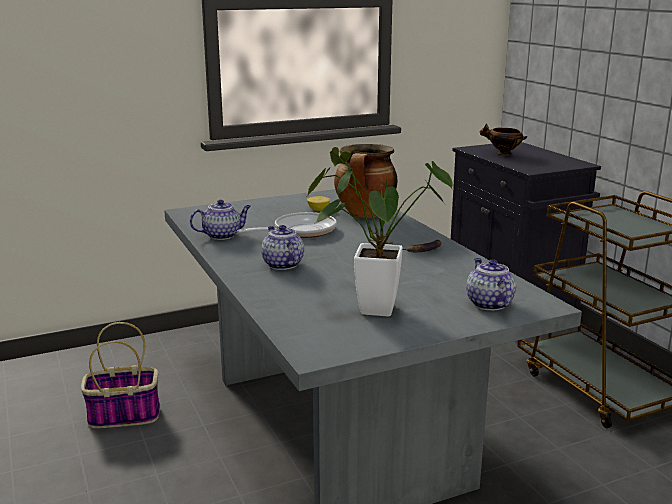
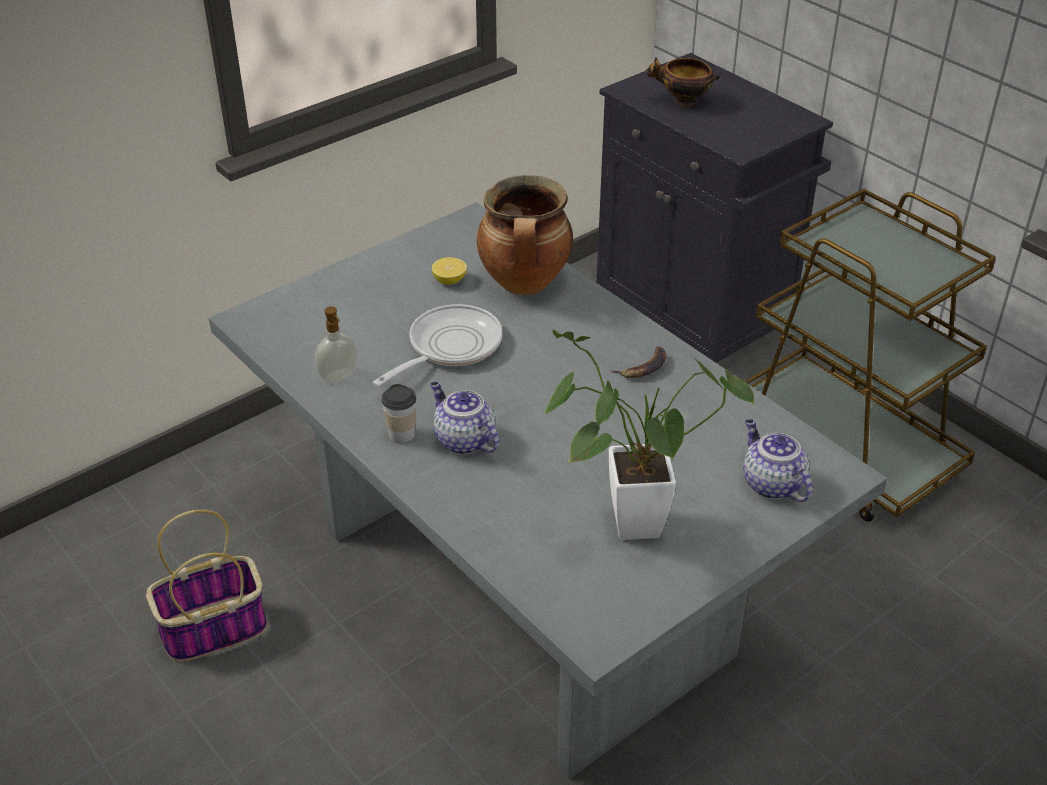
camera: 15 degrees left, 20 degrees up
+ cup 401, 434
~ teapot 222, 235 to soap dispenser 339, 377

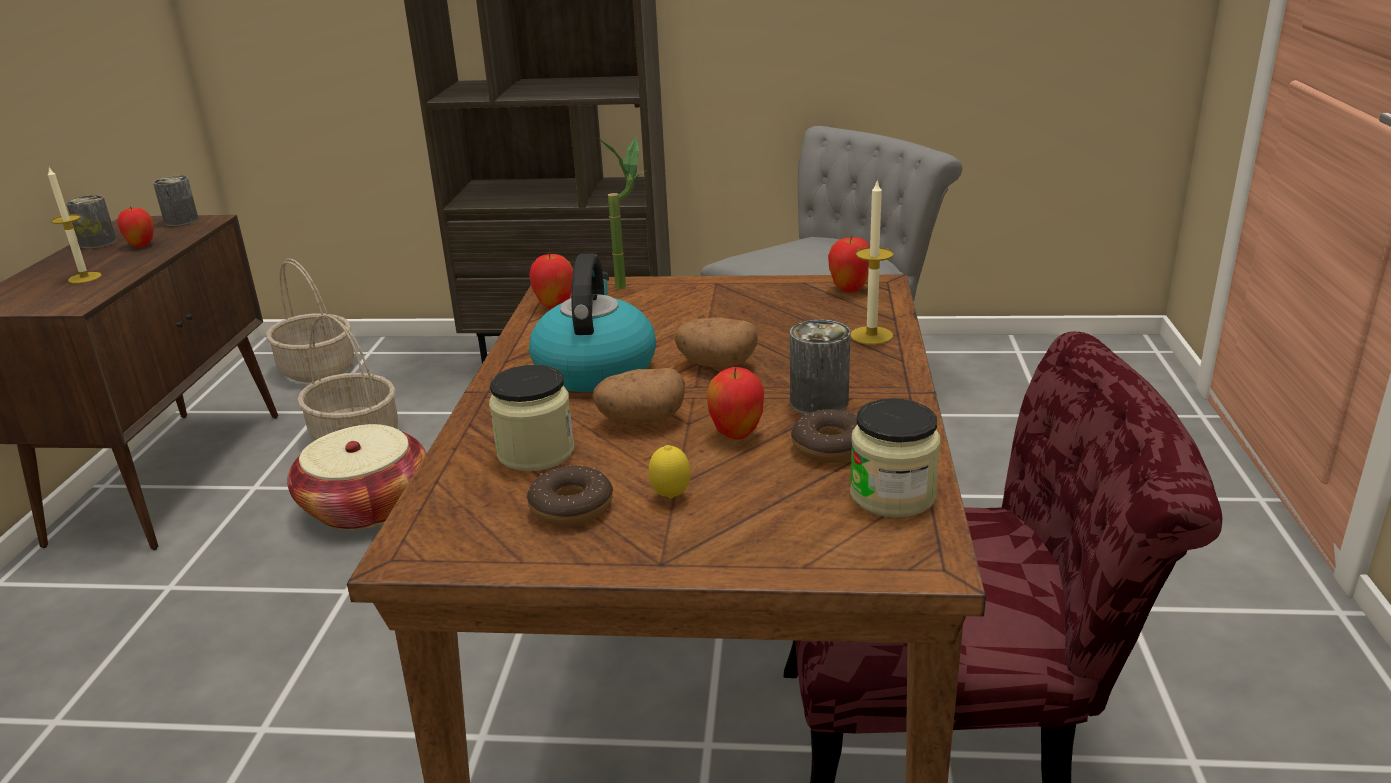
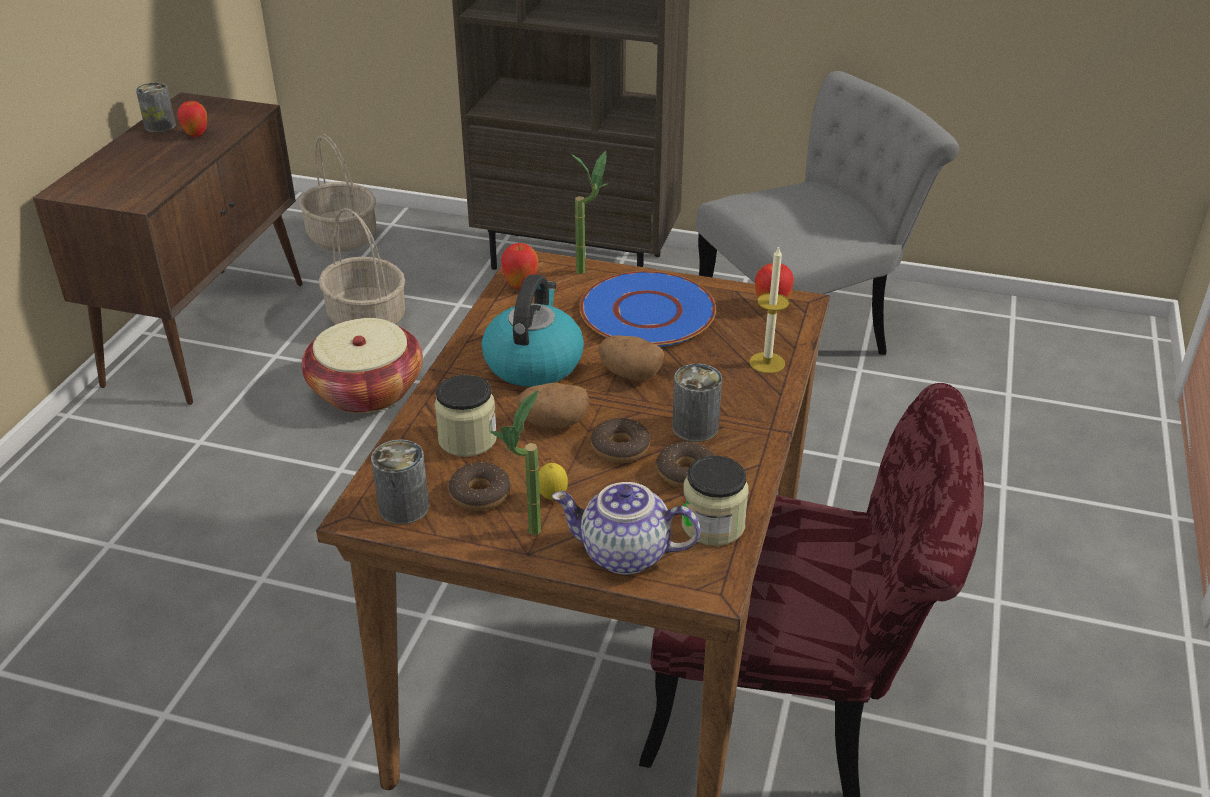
camera: 10 degrees right, 10 degrees up
- candle 85, 278
+ potted plant 525, 538
+ teapot 624, 555
+ plate (blue) 647, 311
~ can 181, 221 to 404, 507
~ apple 736, 434 to donut 620, 448

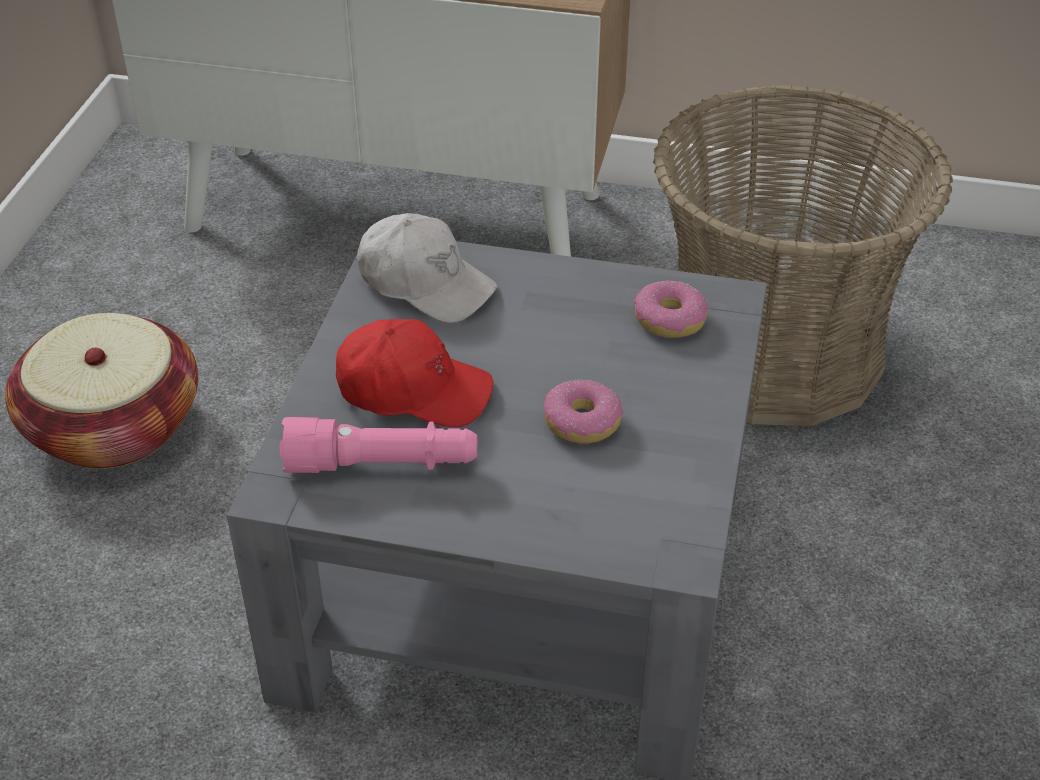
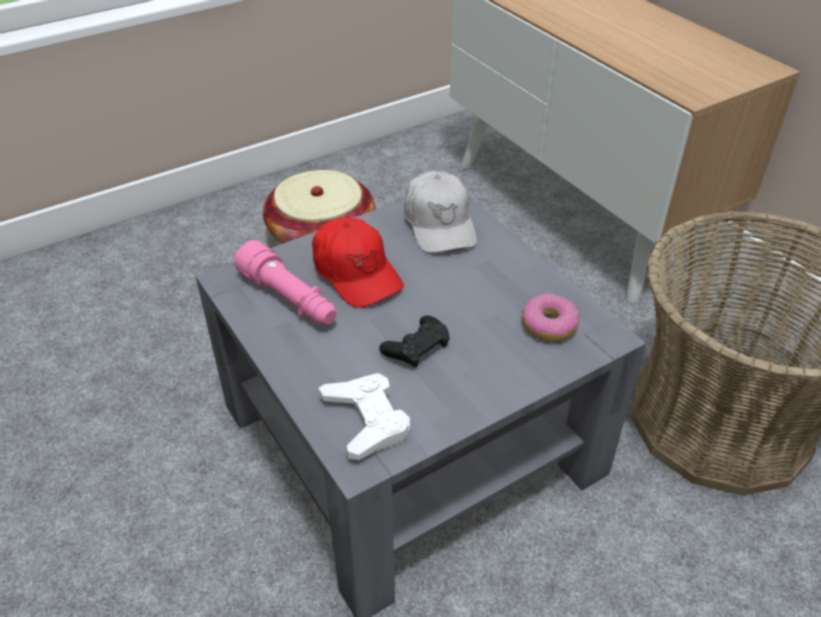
camera: 45 degrees right, 0 degrees up
+ game controller (white) 366, 420
~ donut 582, 422 to game controller (black) 416, 347

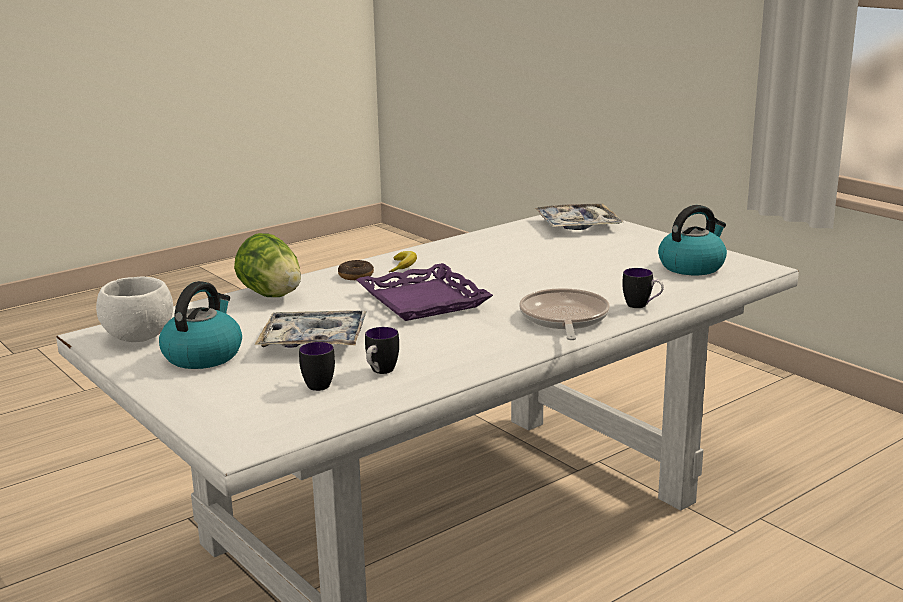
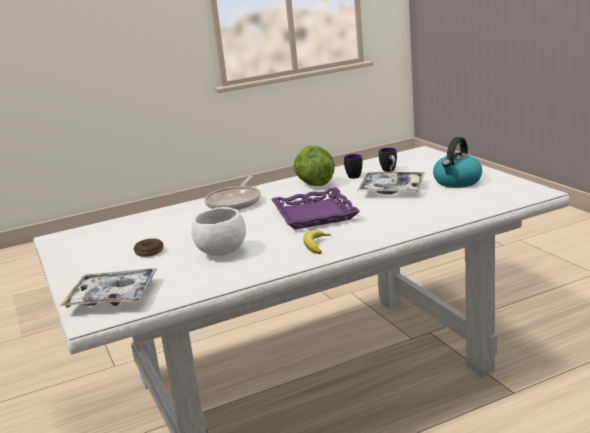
camera: 165 degrees left, 0 degrees up
- mug 642, 306
- kettle 692, 266
~ bowl (white) 139, 337 to 221, 252
~ lettuce 271, 295 to 314, 184
~ donut 356, 276 to 149, 252

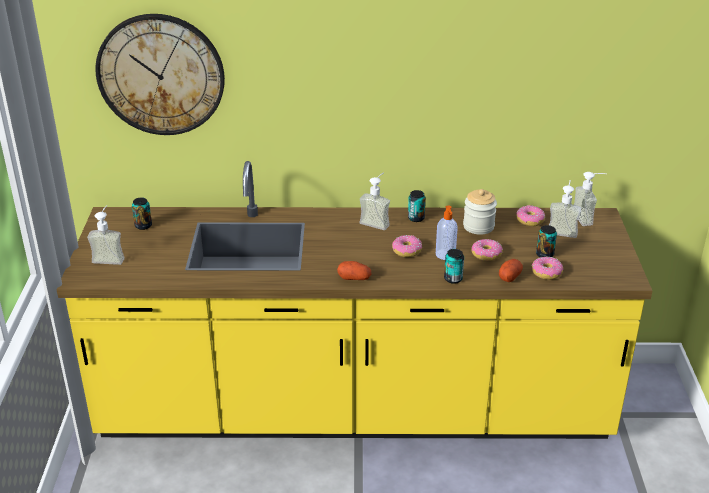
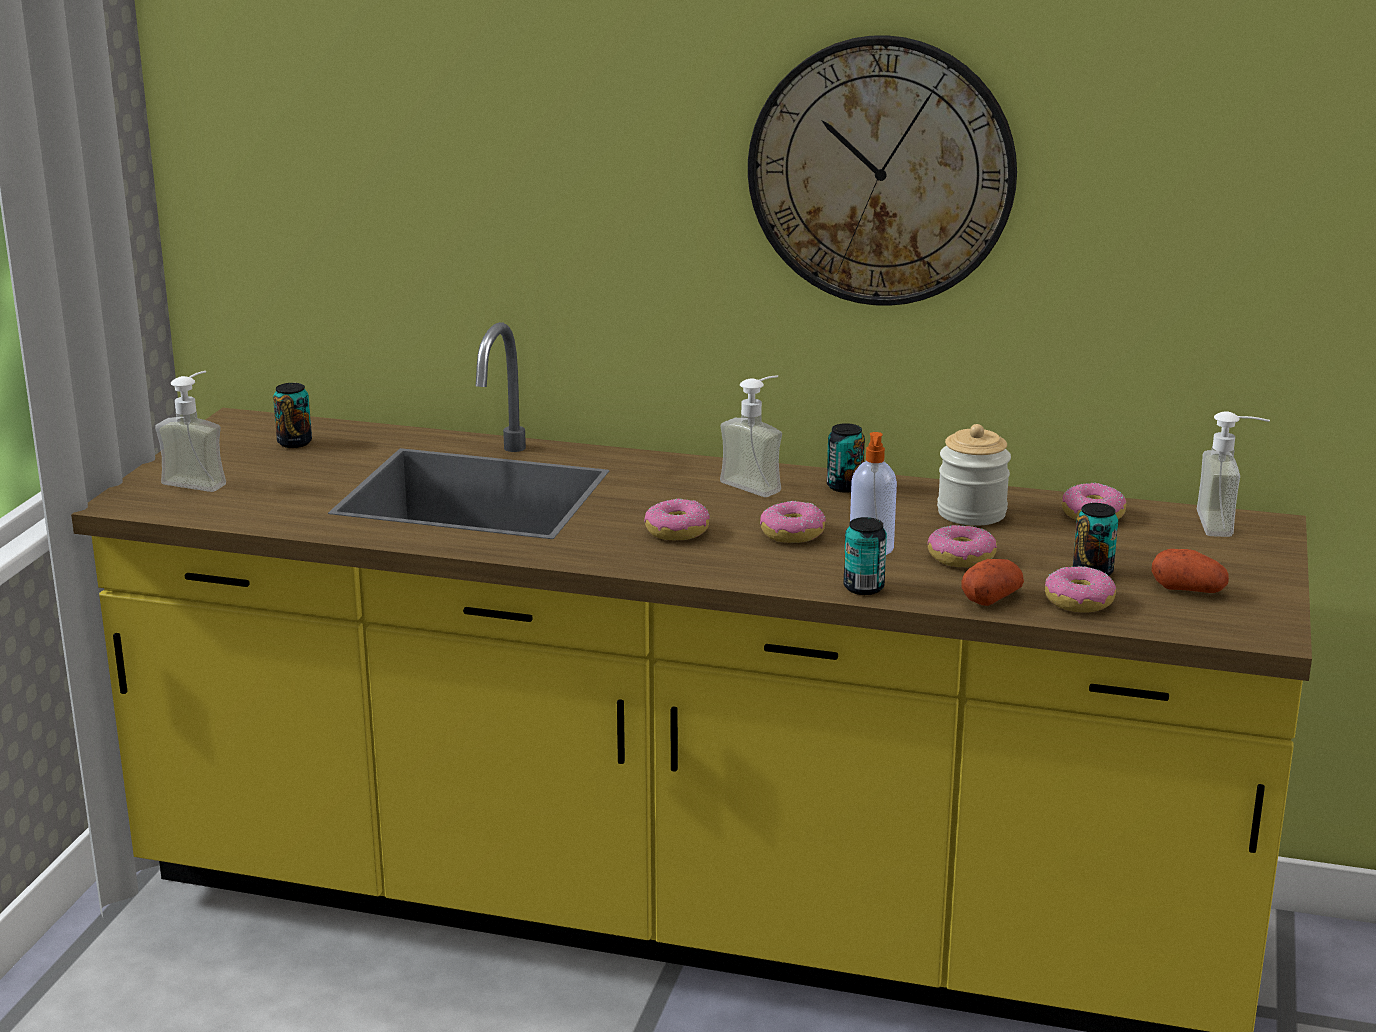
camera: 15 degrees right, 10 degrees down
- soap dispenser 562, 230
+ donut 677, 531
~ wall clock 161, 75 to 881, 171
~ potato 354, 278 to 1188, 590

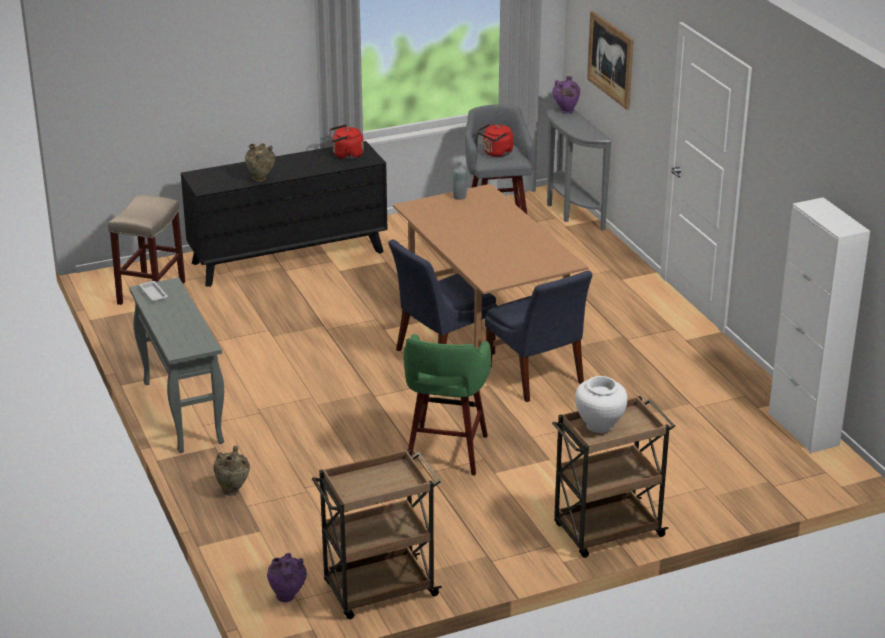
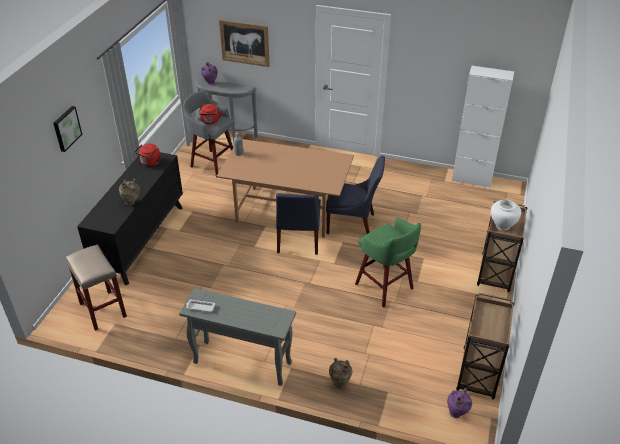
camera: 50 degrees left, 10 degrees up
+ picture 66, 128

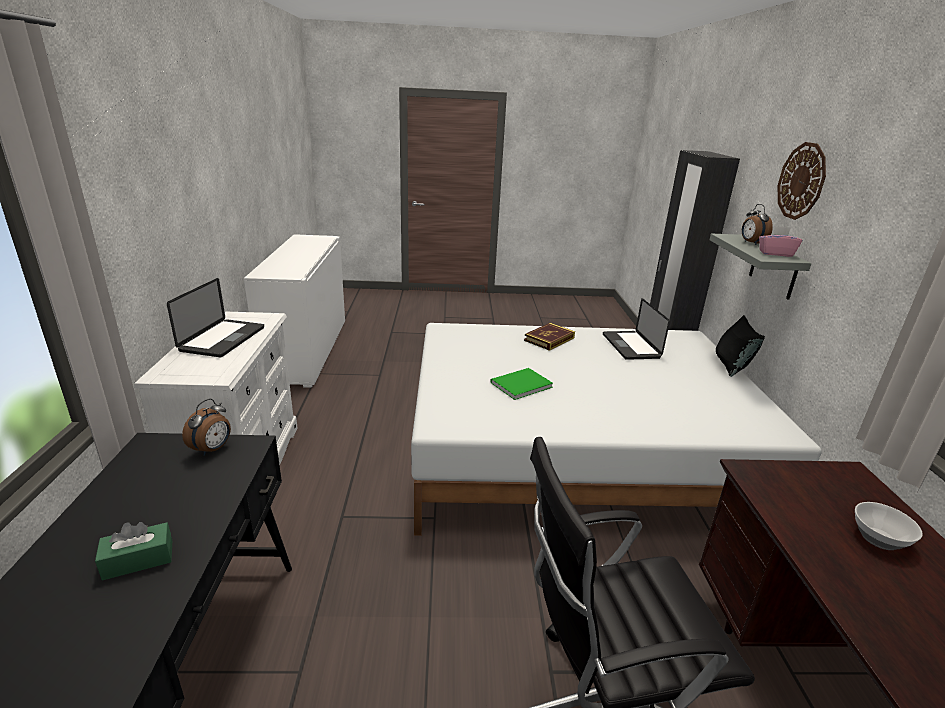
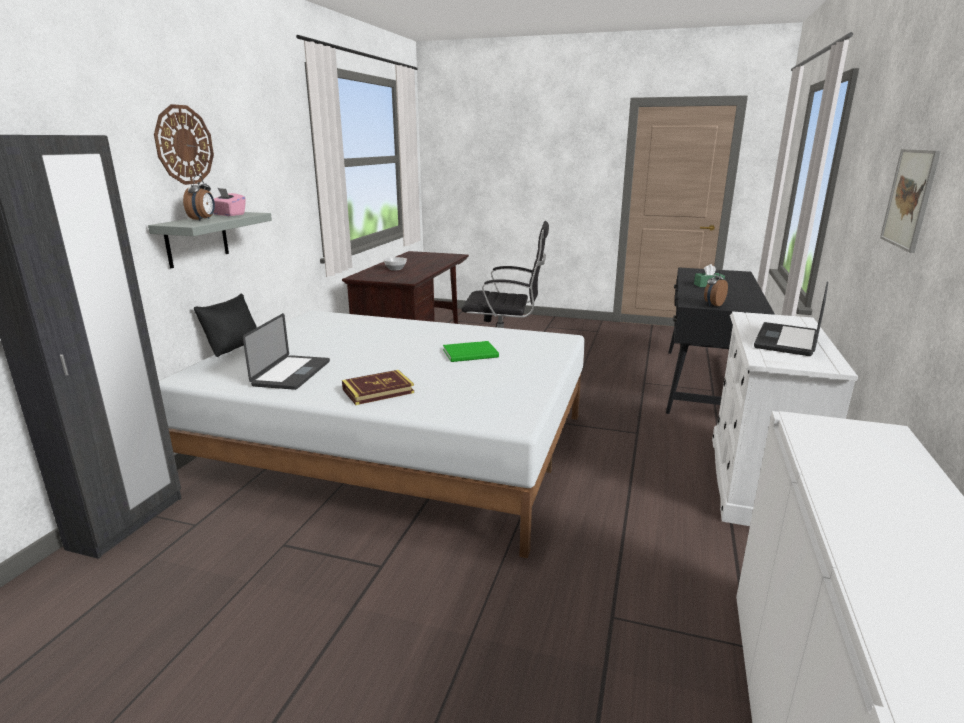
camera: 160 degrees left, 5 degrees down
+ picture 910, 198

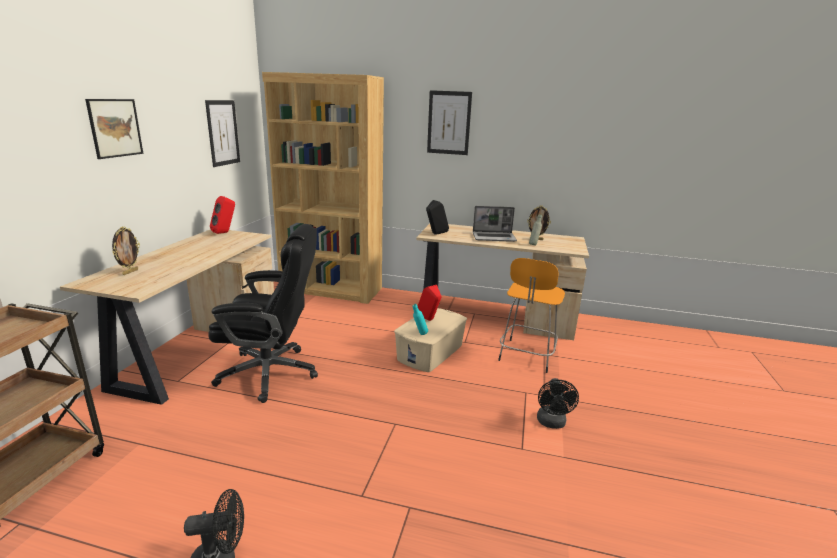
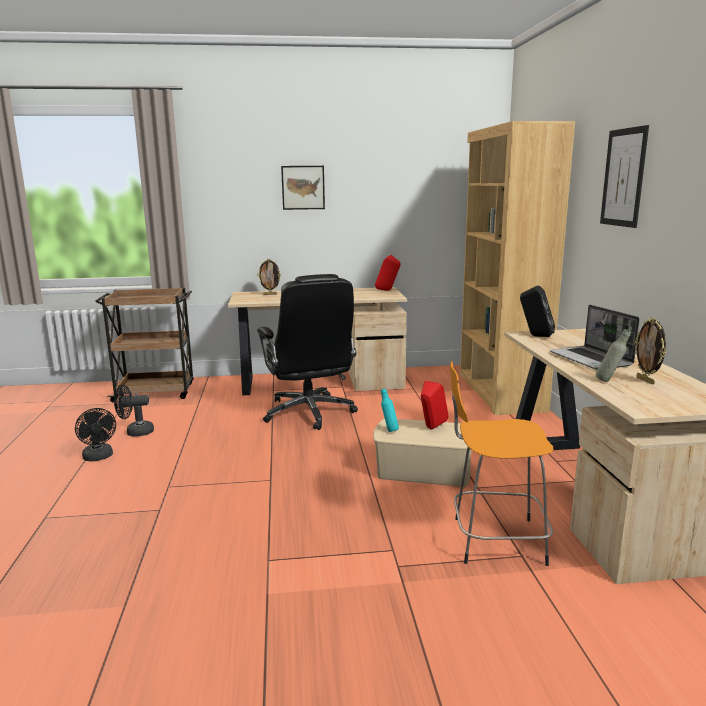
camera: 70 degrees right, 5 degrees down
- picture 223, 133
~ fan (black) 552, 423 to 135, 432

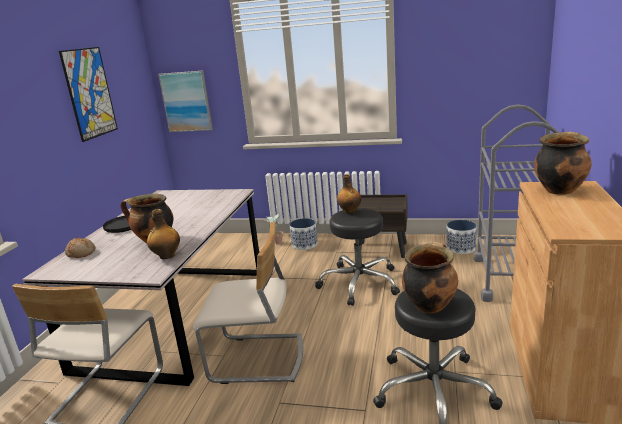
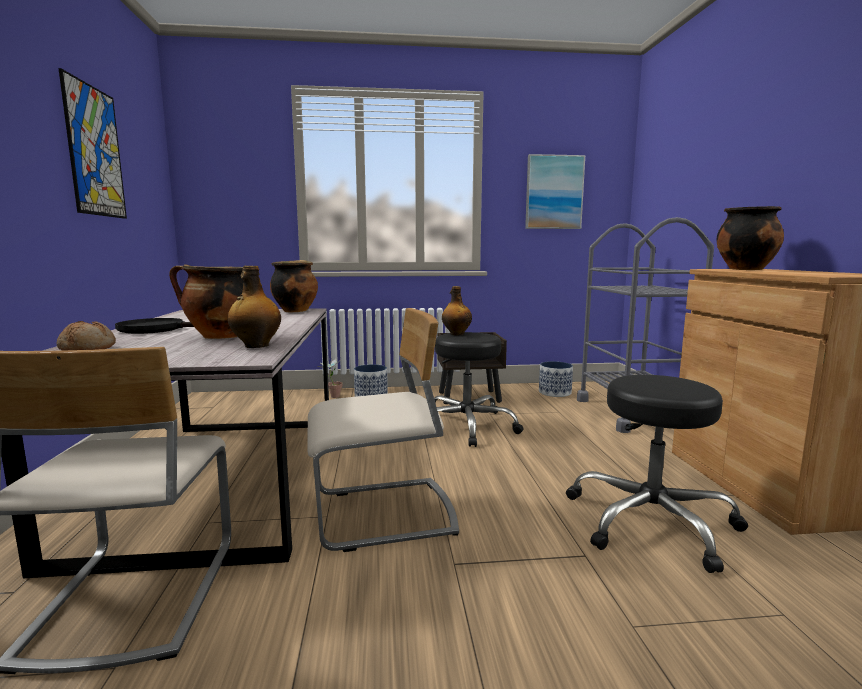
camera: 20 degrees left, 10 degrees down
~ picture 186, 101 to 554, 192
~ cooking pot 429, 305 to 295, 311

